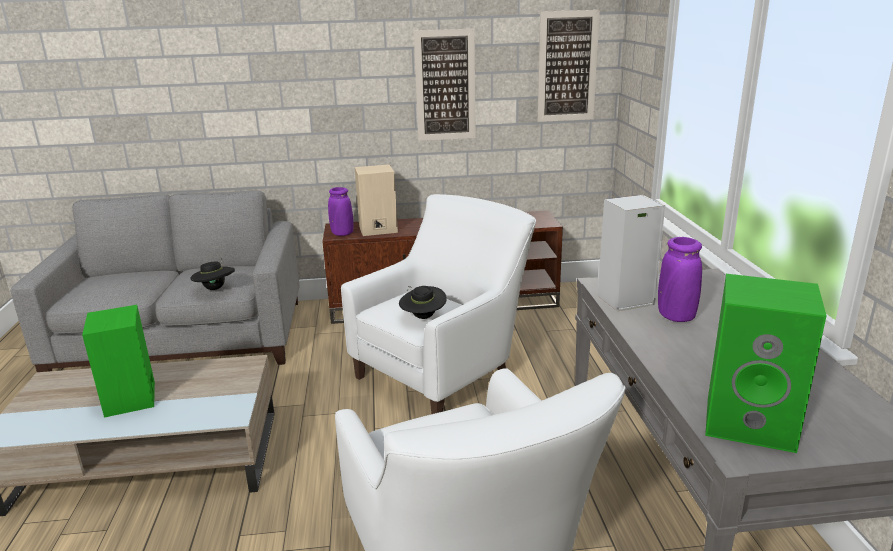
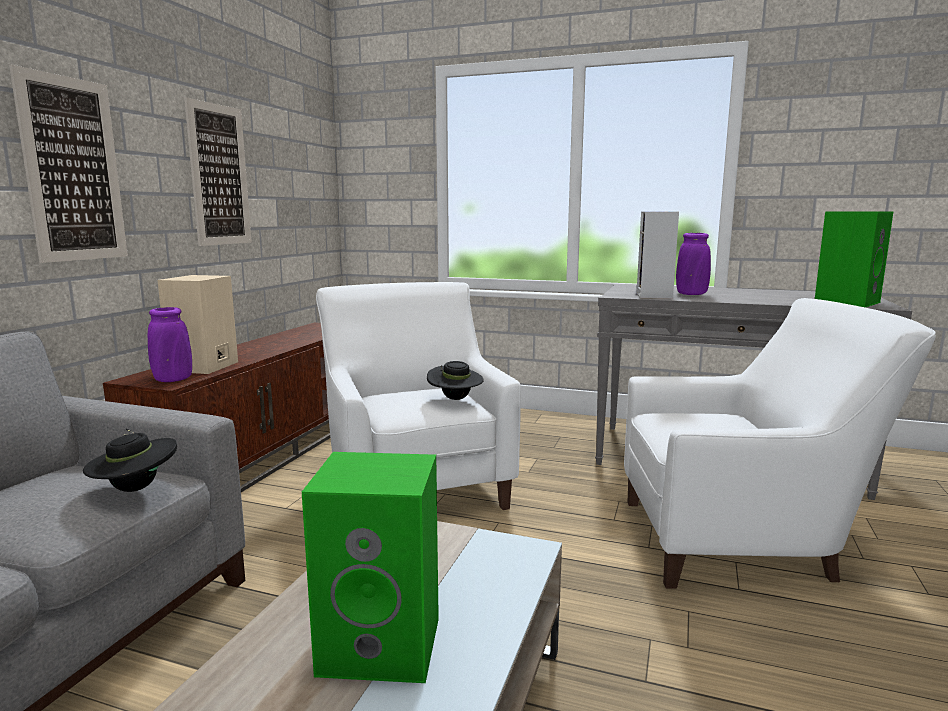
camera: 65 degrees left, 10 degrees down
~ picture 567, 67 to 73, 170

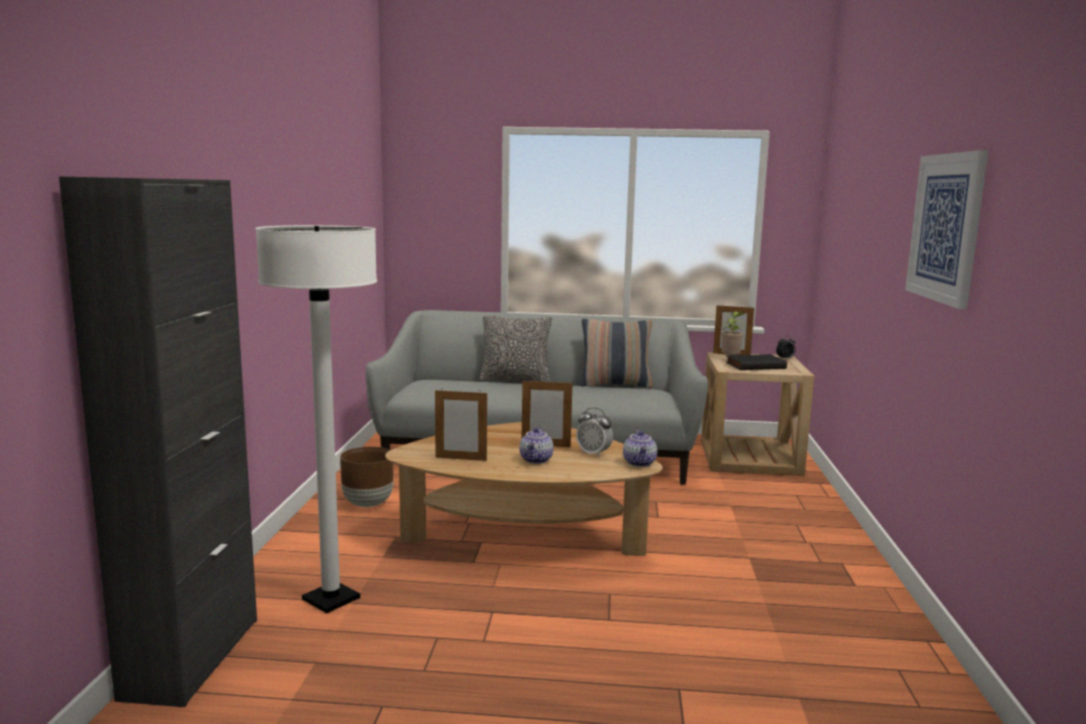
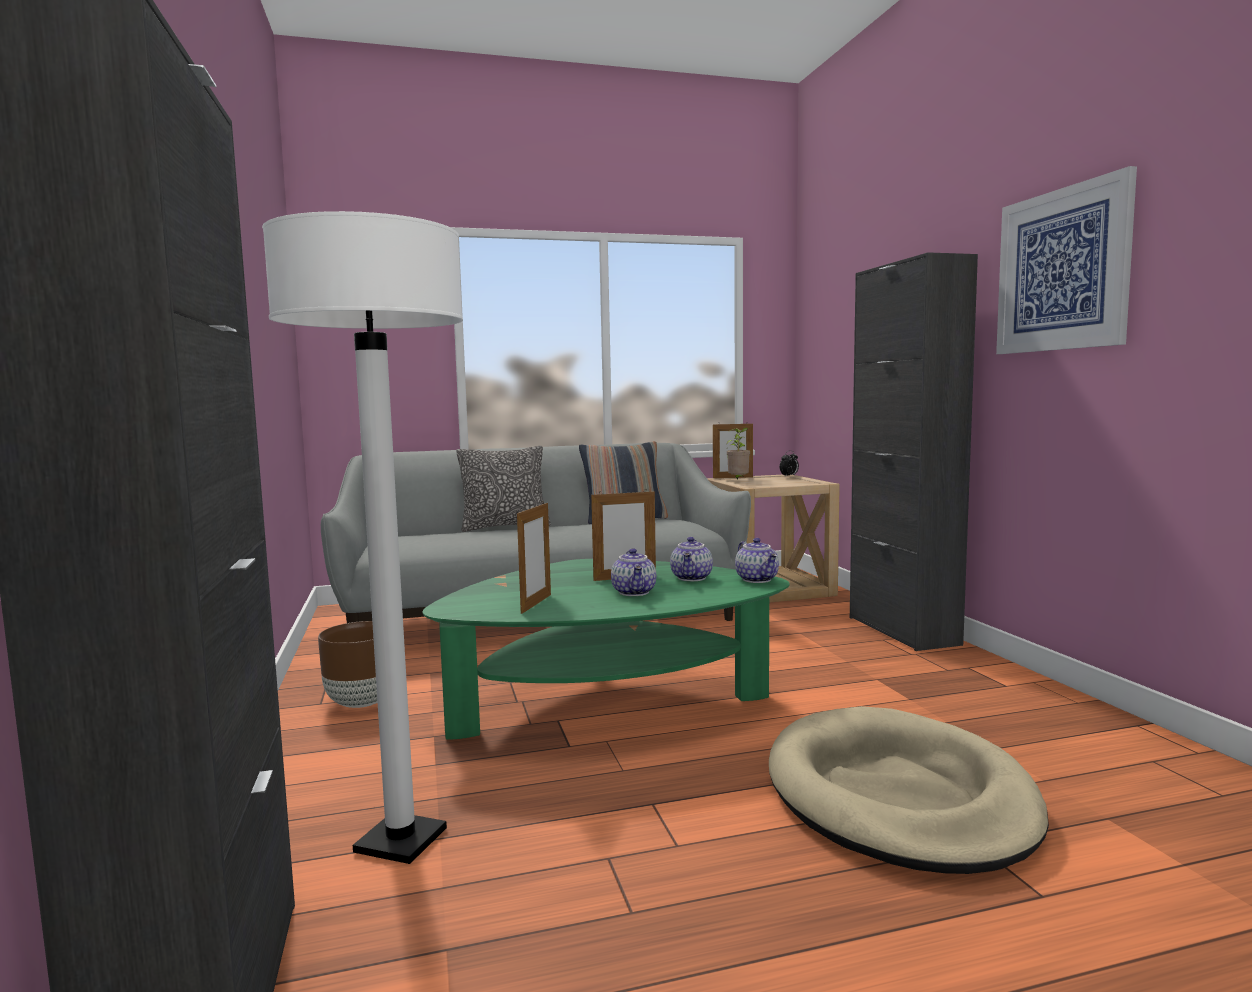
camera: 20 degrees left, 5 degrees down
- book (black) 755, 365
+ dog bed (beige) 898, 796
+ cabinet (black) 902, 631
~ alarm clock 594, 454 to teapot 692, 578
~ coffee table (brown) 524, 539 to coffee table (green) 609, 707
~ picture frame 461, 459 = 536, 604 60 degrees counterclockwise

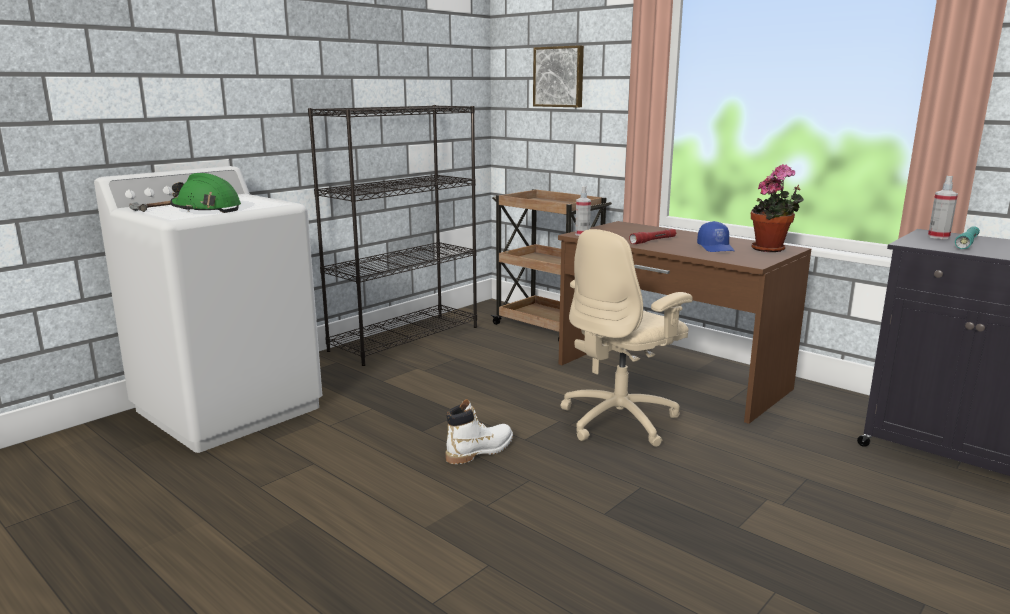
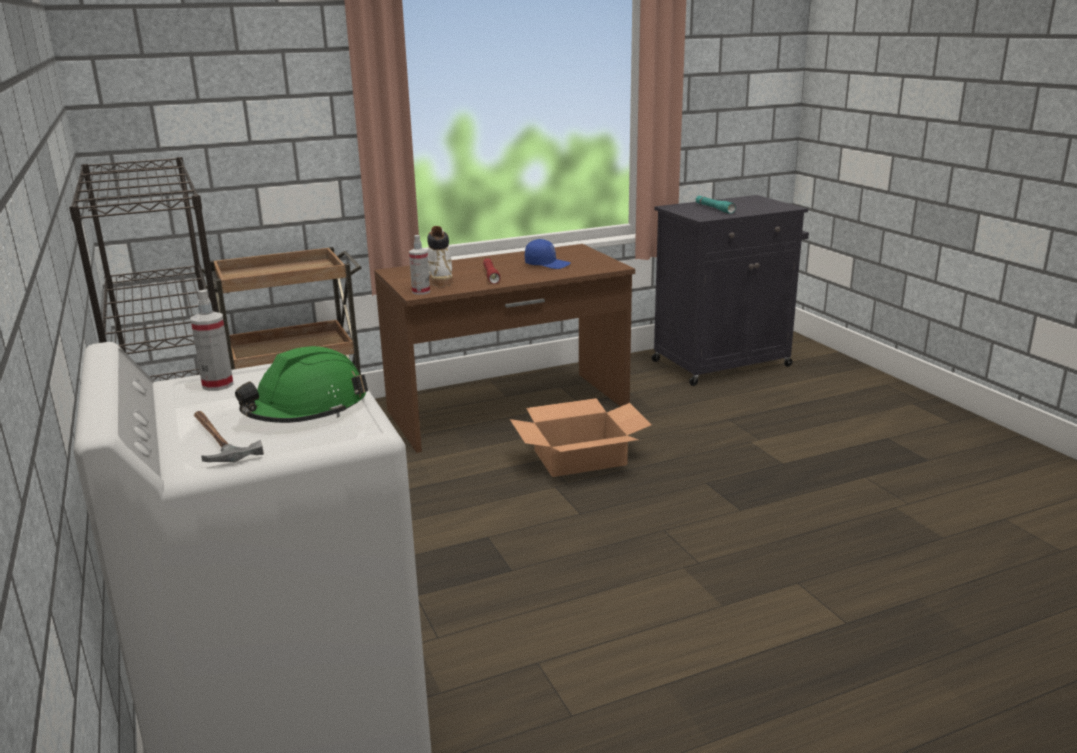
camera: 65 degrees left, 5 degrees up
- picture 559, 77
- potted plant 771, 249
~ boot (white) 480, 451 to 438, 277
~ spray bottle 938, 237 to 218, 385
~ office chair (beige) 620, 420 to cardboard box 579, 457

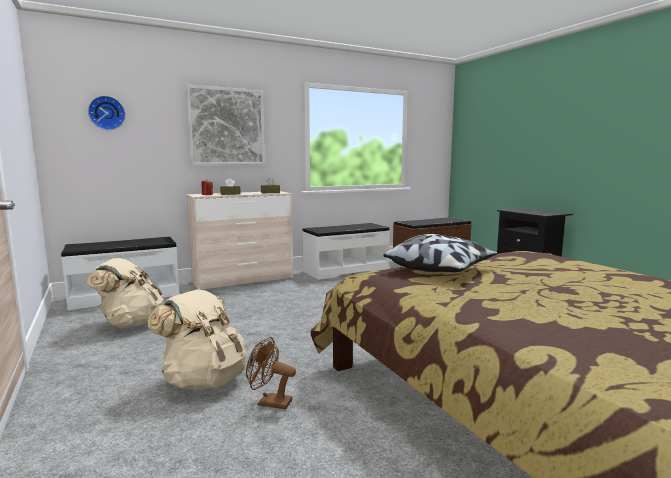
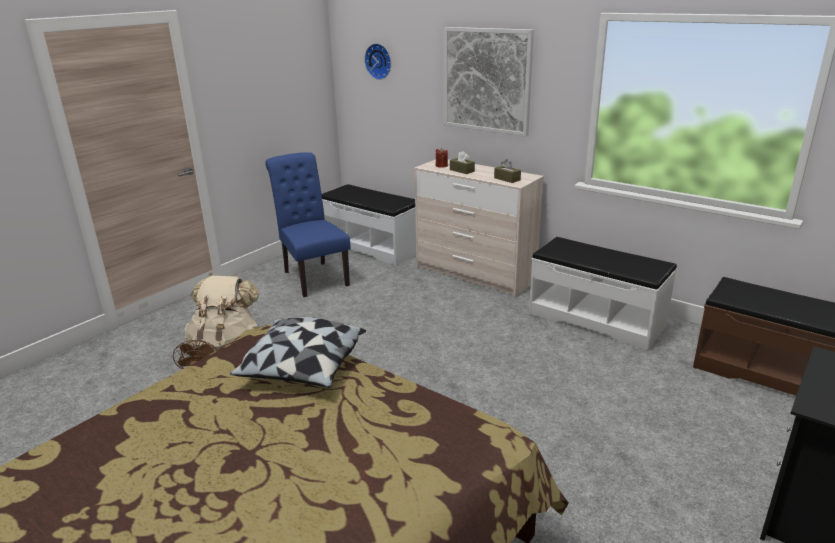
camera: 65 degrees right, 15 degrees up
~ backpack (beige) 130, 323 to chair (blue) 313, 277

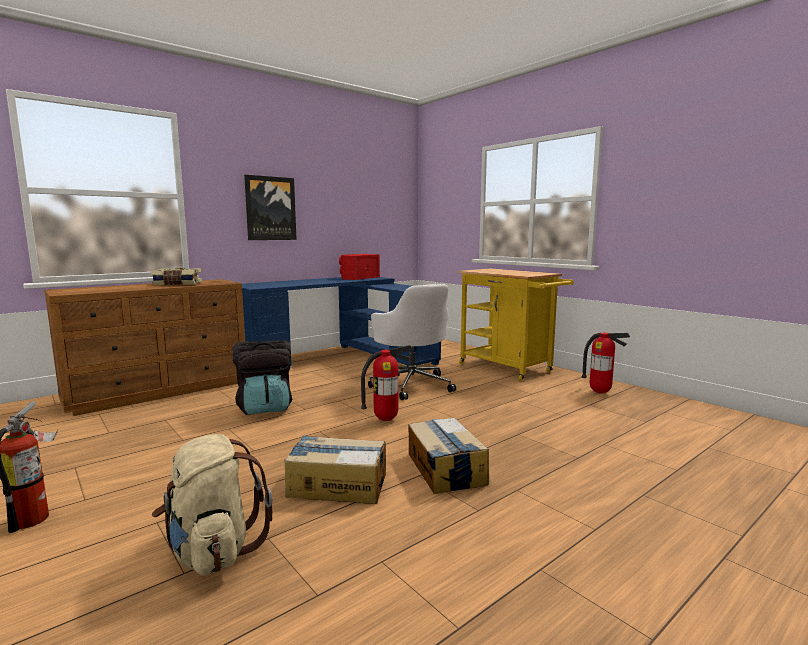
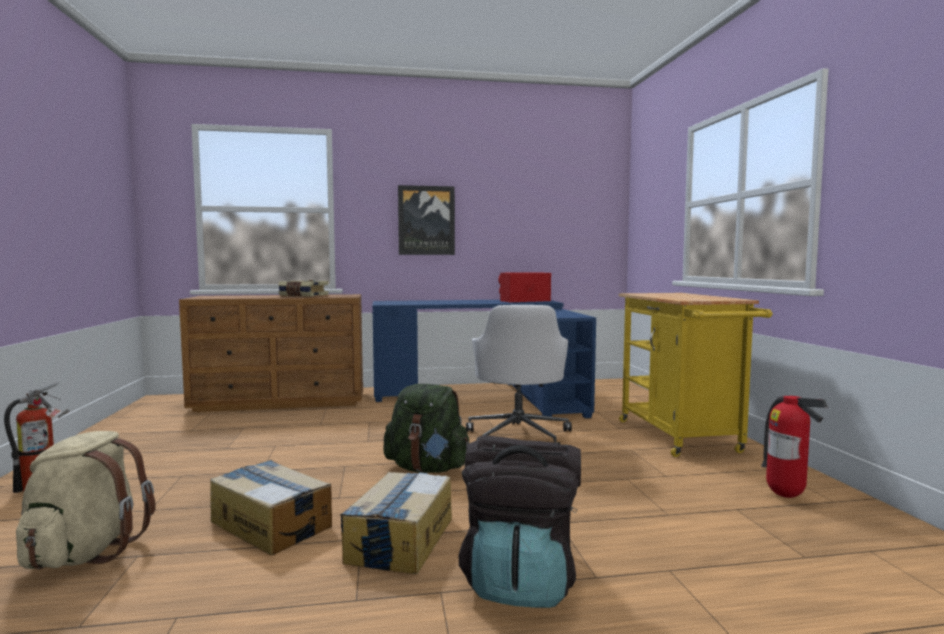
camera: 30 degrees right, 5 degrees down
~ backpack (black) 265, 407 to 521, 580
~ fire extinguisher 386, 419 to backpack (green) 428, 468

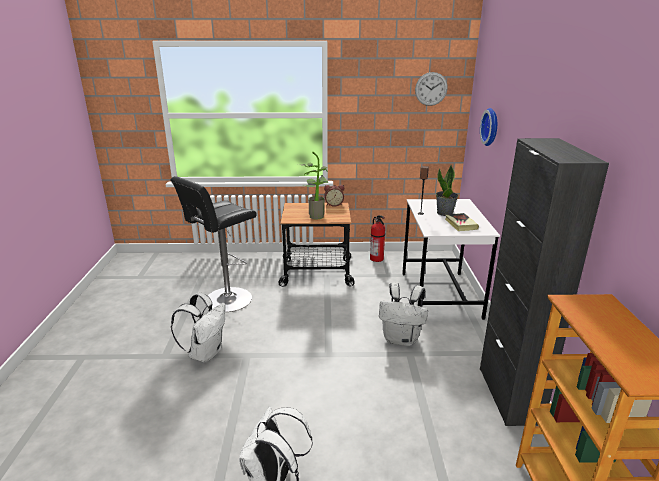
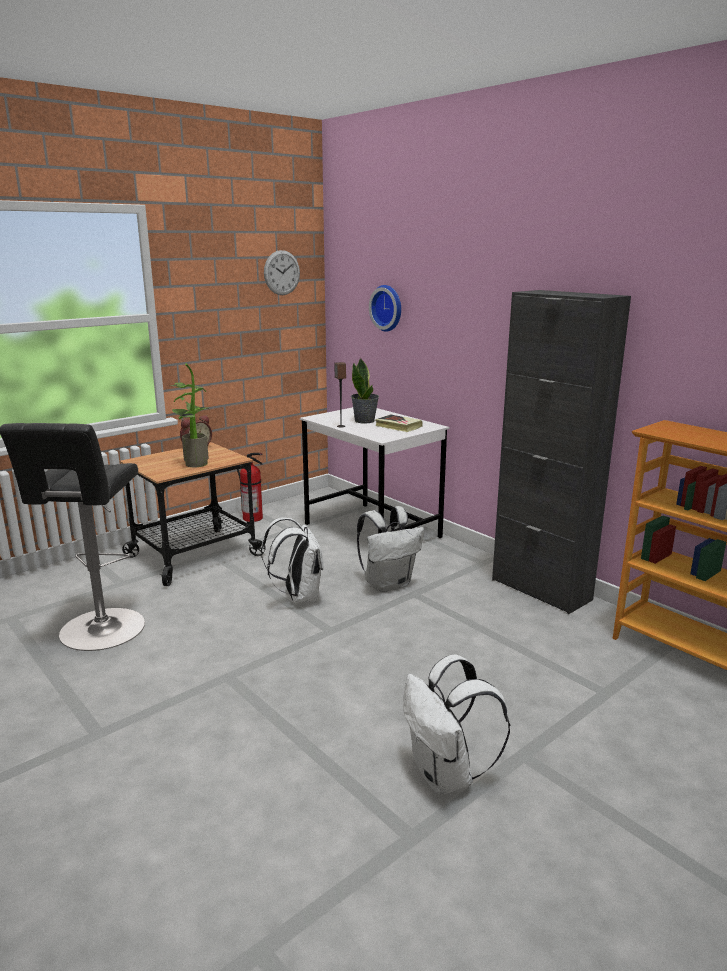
camera: 40 degrees left, 5 degrees down
~ backpack (white) 205, 353 to 298, 596

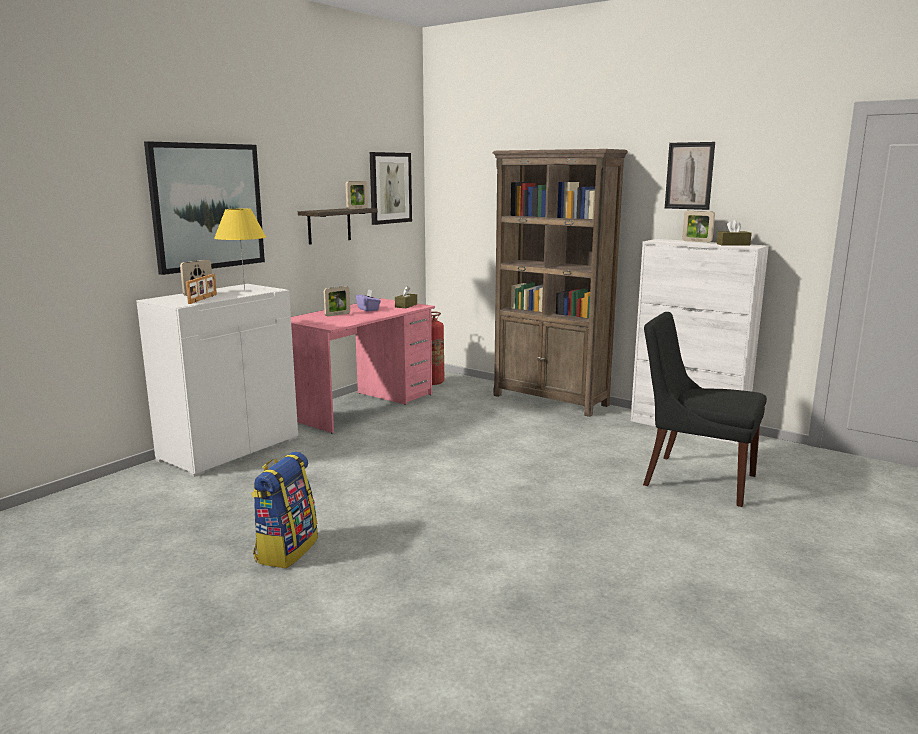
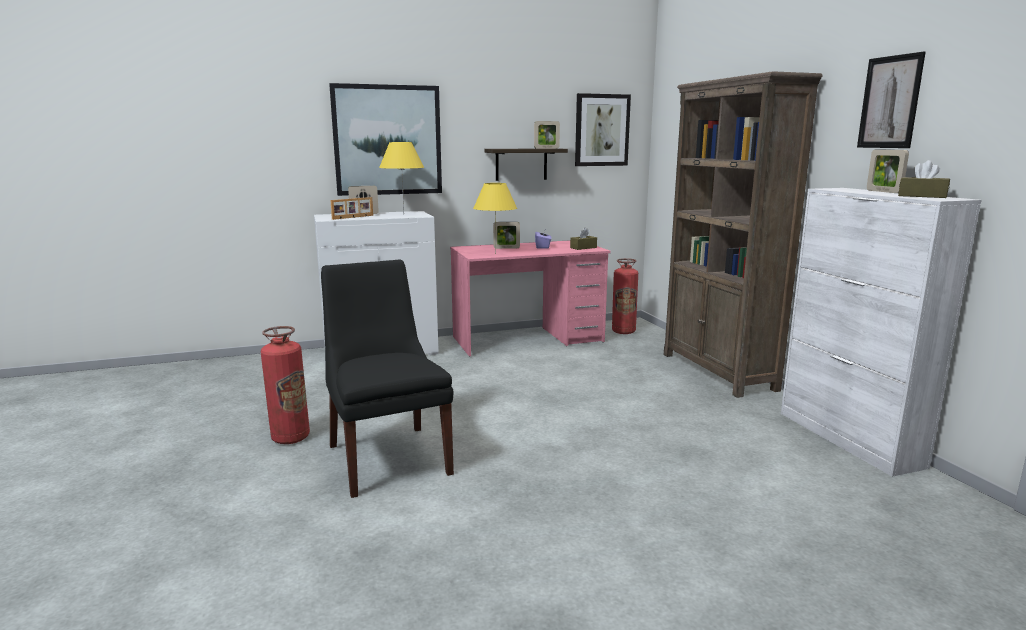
camera: 35 degrees right, 0 degrees up
+ table lamp (yellow) 495, 254
~ chair (black) 695, 479 to 387, 457
~ backpack 286, 550 to fire extinguisher 290, 438

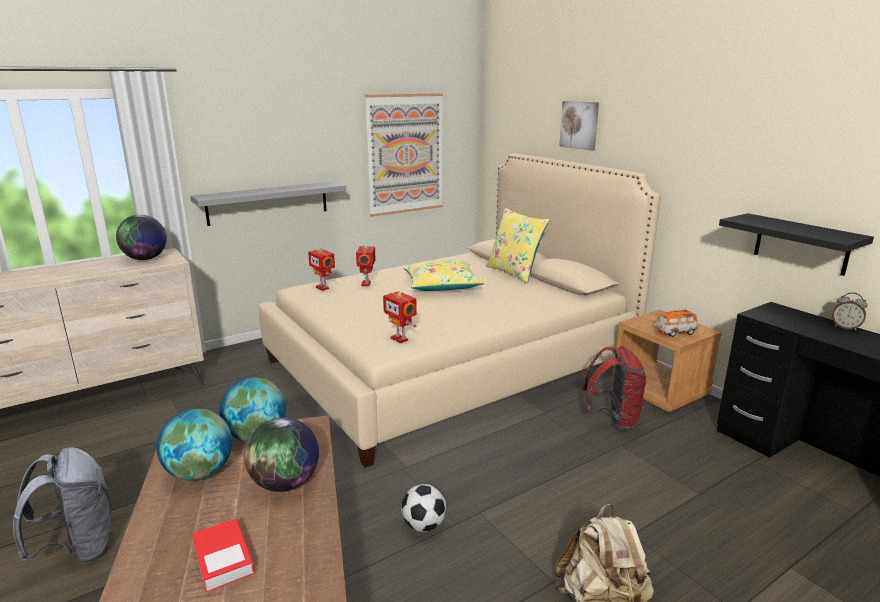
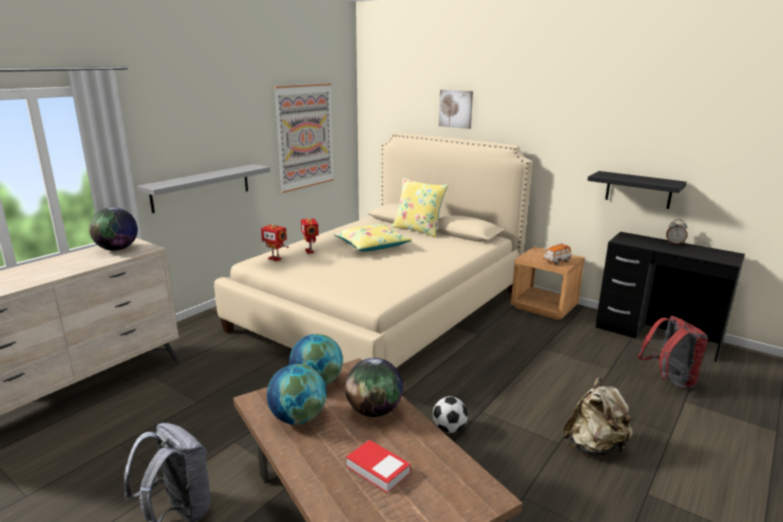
camera: 20 degrees left, 0 degrees up
- toy robot 400, 339
~ backpack (red) 612, 420 to 668, 381

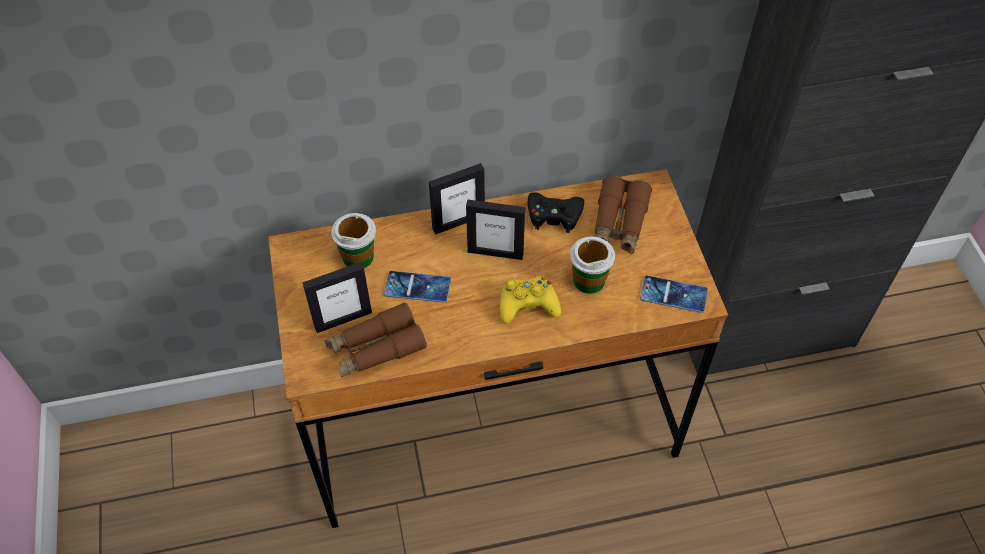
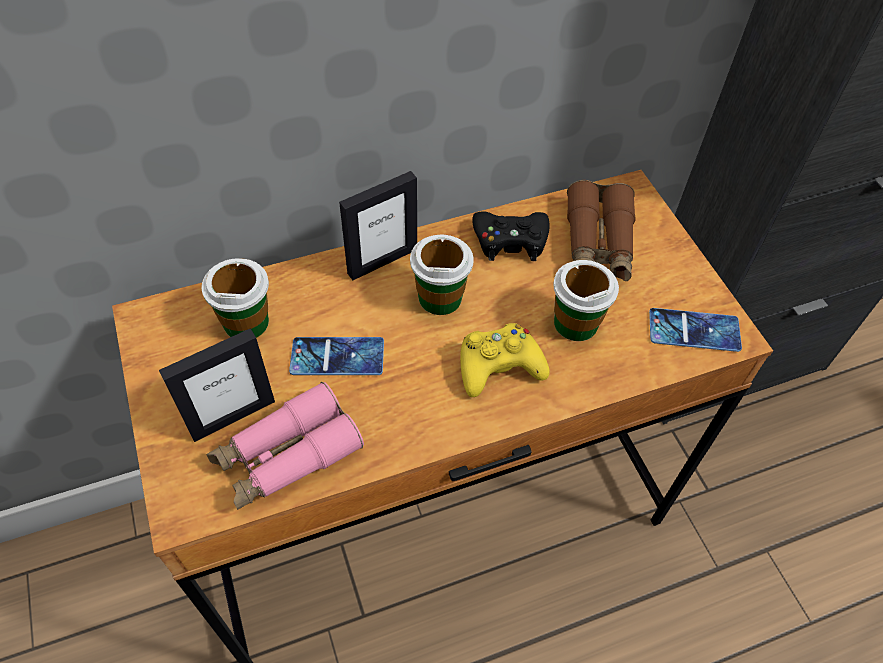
camera: 10 degrees left, 0 degrees up
~ picture frame 495, 252 to cup 440, 297
~ binoculars (brown) 376, 348 to binoculars (pink) 286, 455

